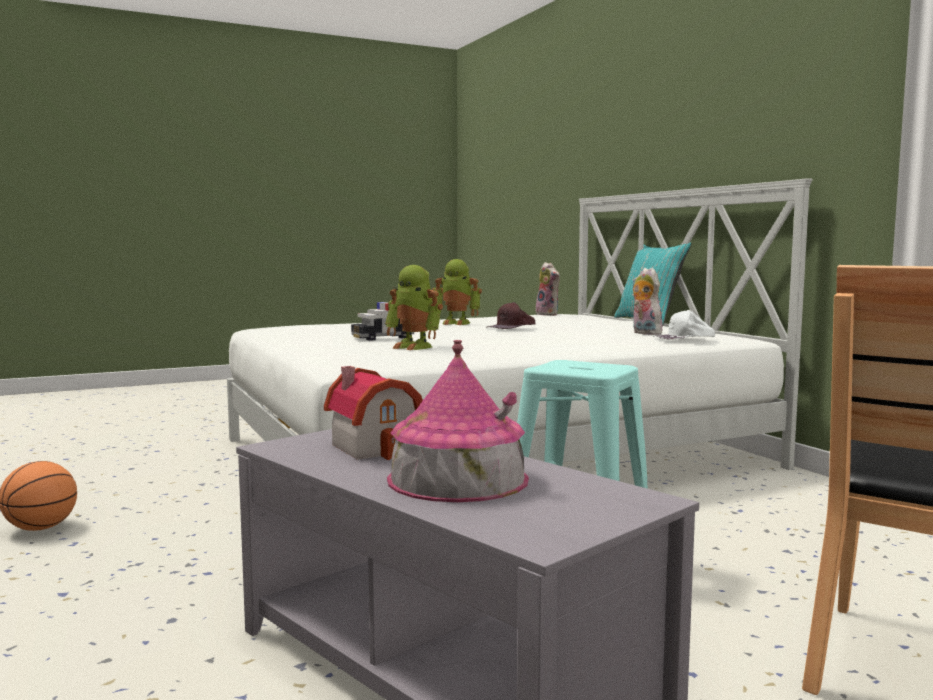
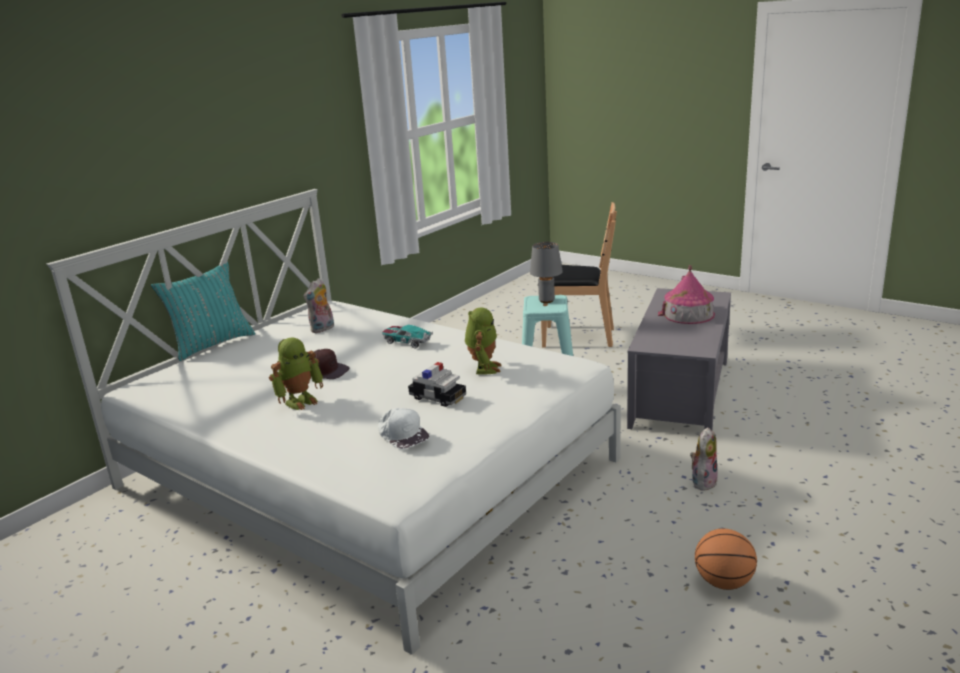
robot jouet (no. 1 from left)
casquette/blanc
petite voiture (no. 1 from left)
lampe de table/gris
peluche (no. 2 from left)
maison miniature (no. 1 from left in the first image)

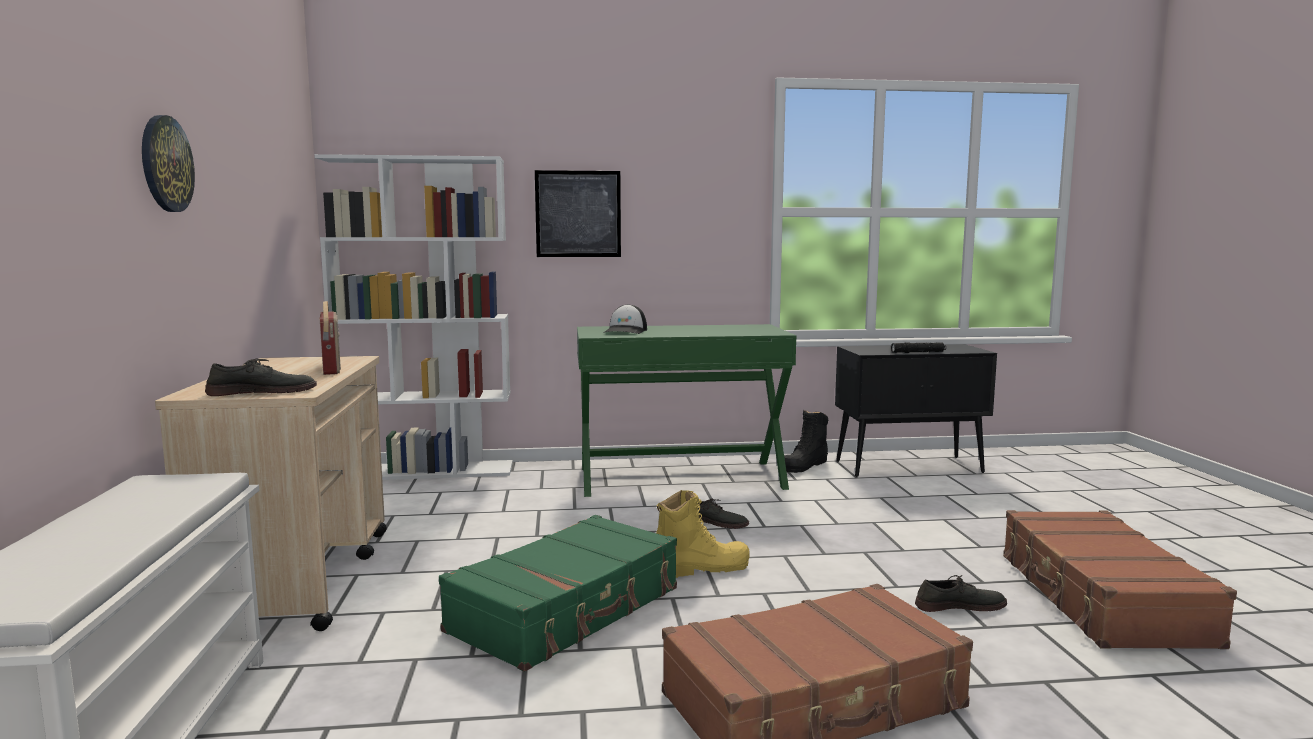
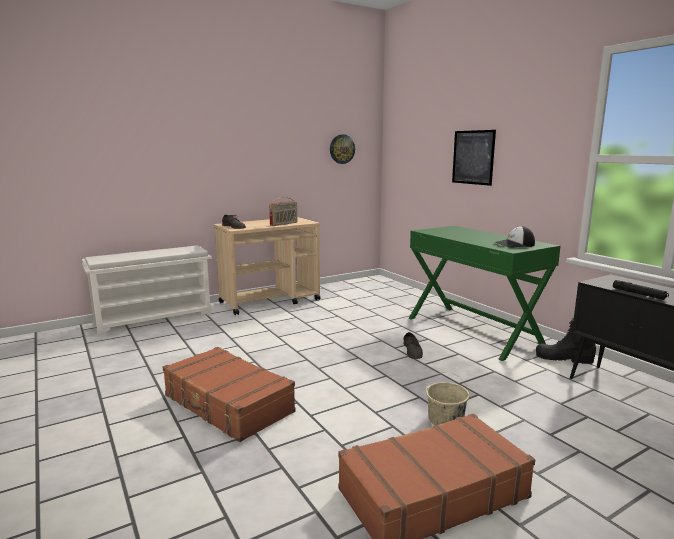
horloge murale
seau/beige
casquette
bibliothèque/blanc
valise/vert
botte/jaune
chaussure/gris (no. 3 from left in the first image)

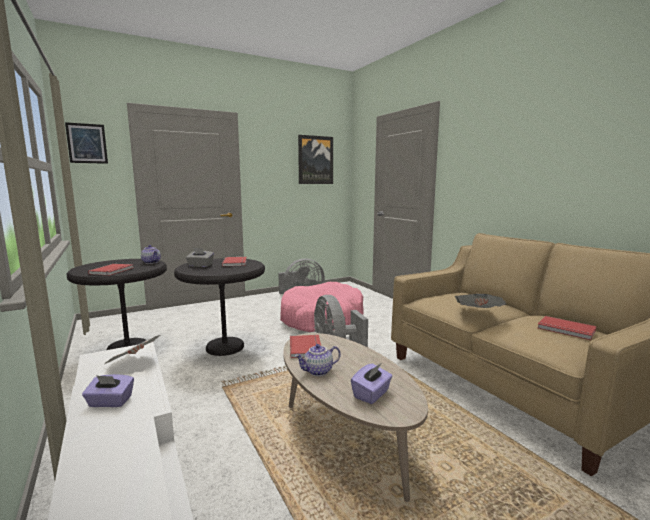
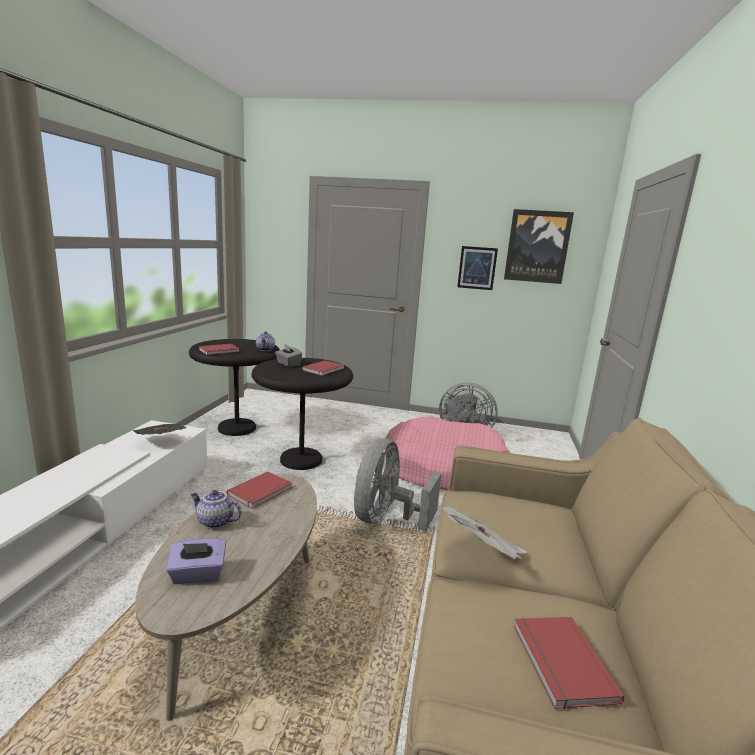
tableau (no. 1 from left)
boîte à mouchoirs/violet (no. 1 from left in the first image)

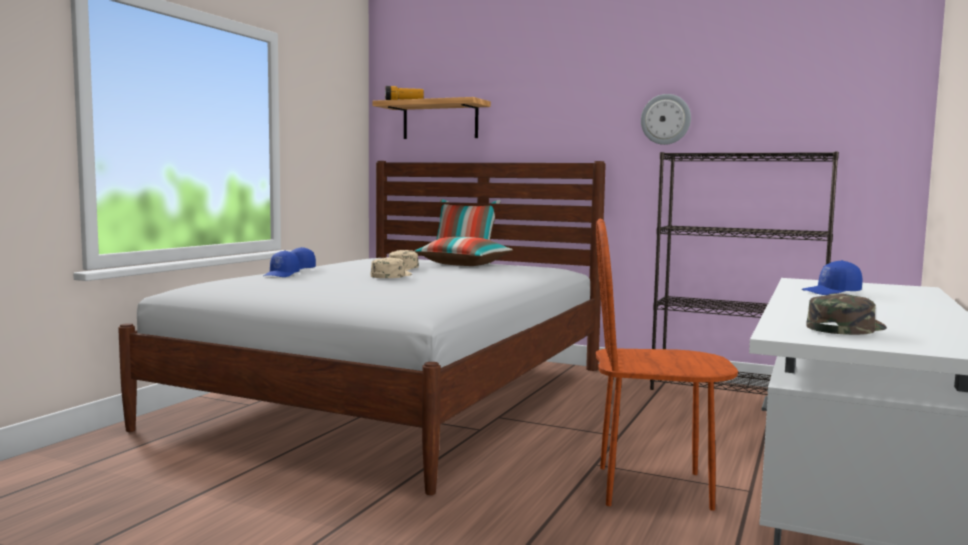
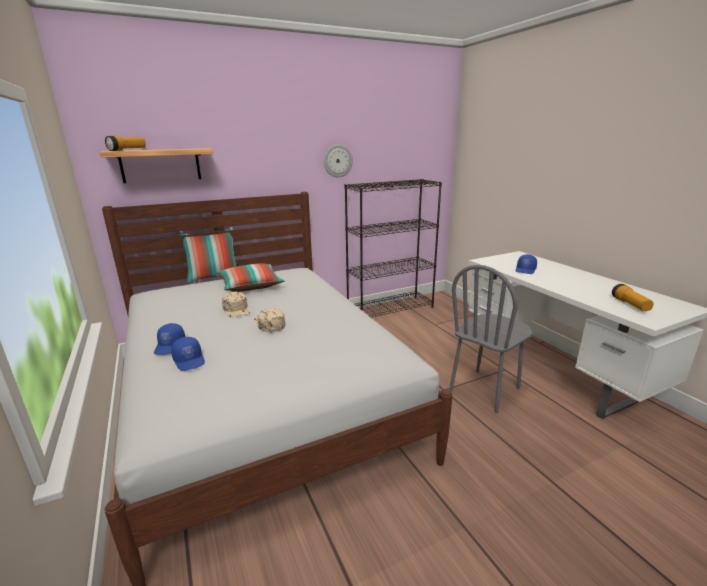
chaise/gris
lampe de poche (no. 2 from left)

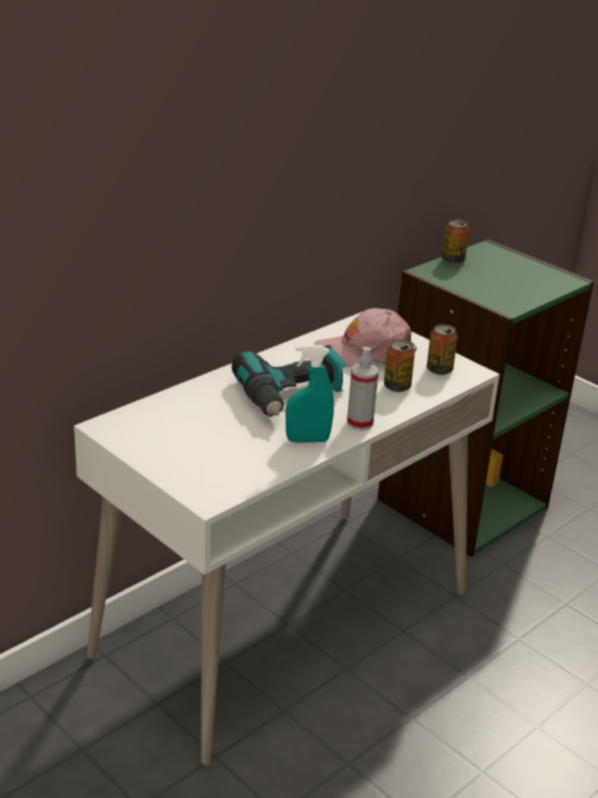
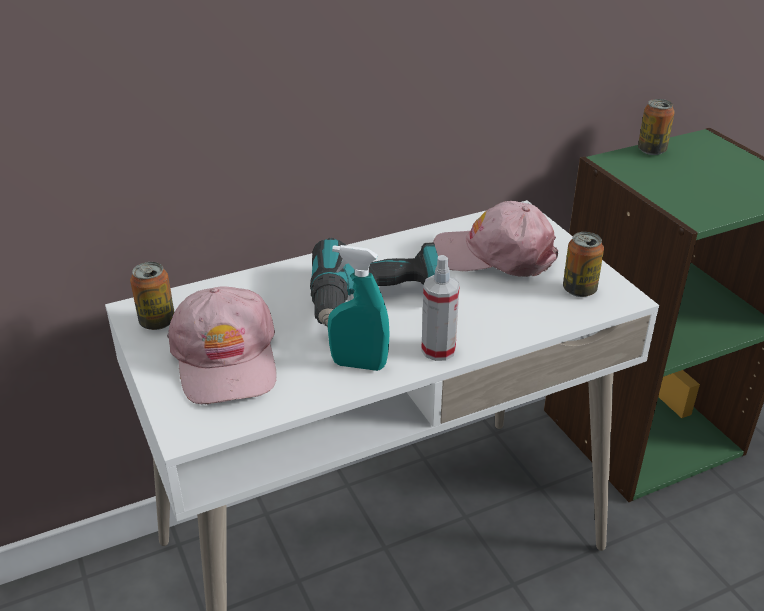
boîte métallique (no. 1 from left)
casquette/rose (no. 1 from left)

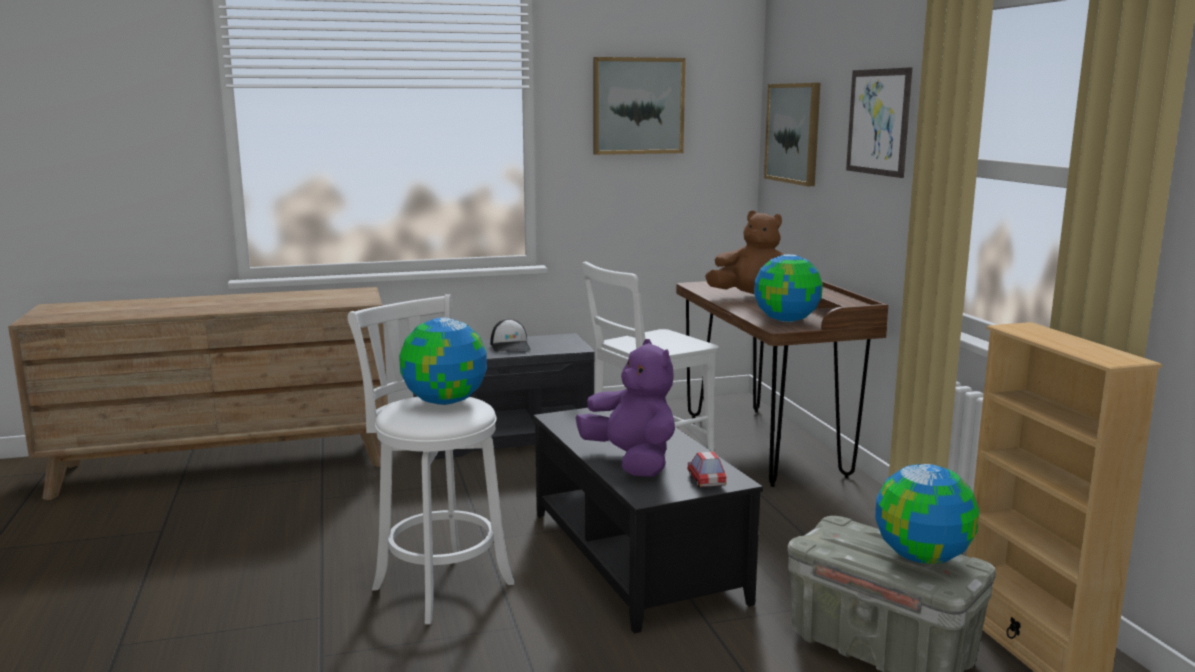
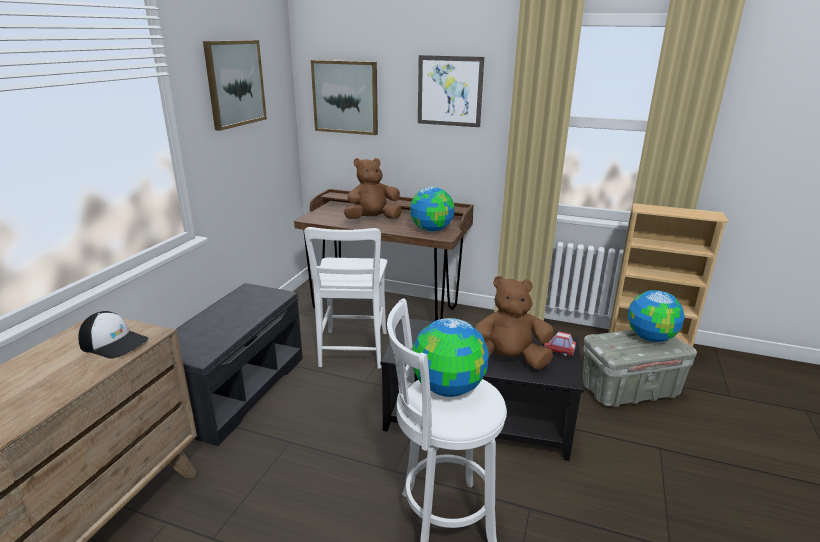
casquette
peluche/marron (no. 2 from left)

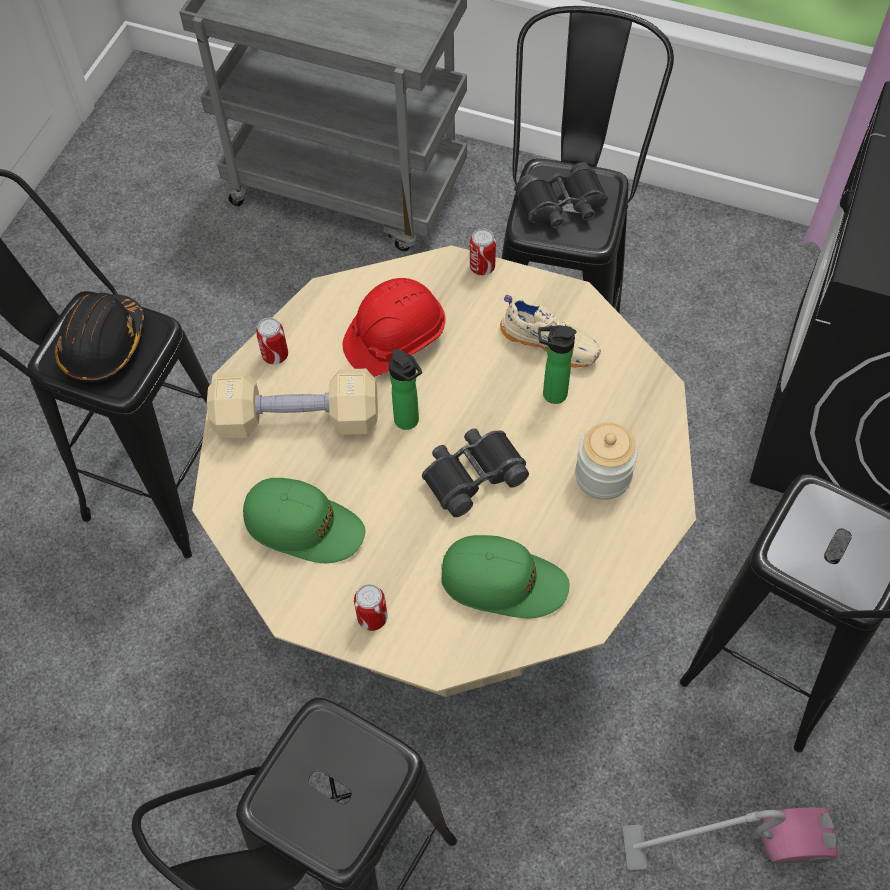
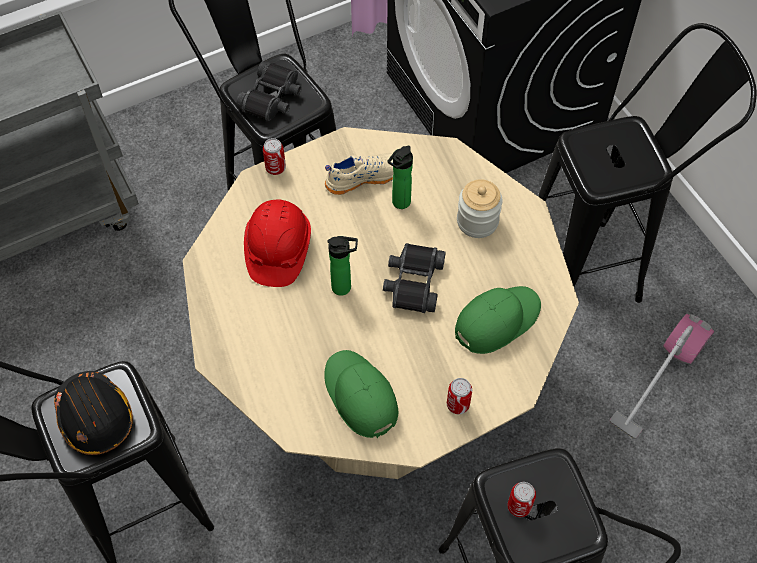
casquette/vert (no. 1 from left)
boîte métallique (no. 3 from left)
haltère/beige

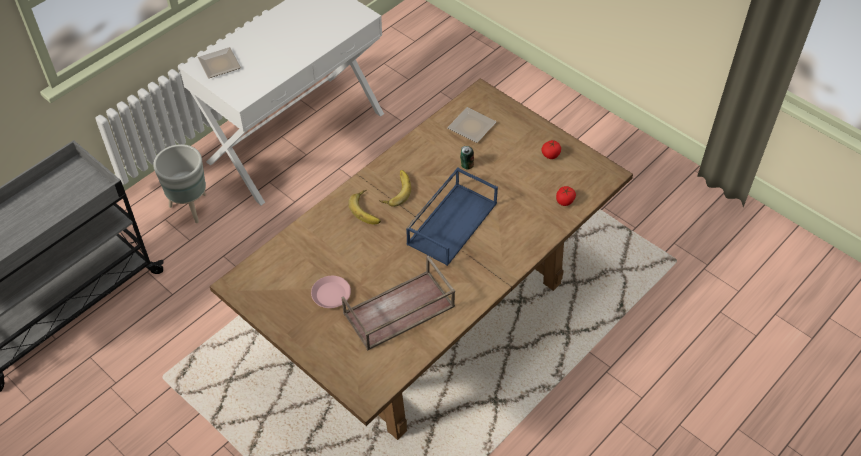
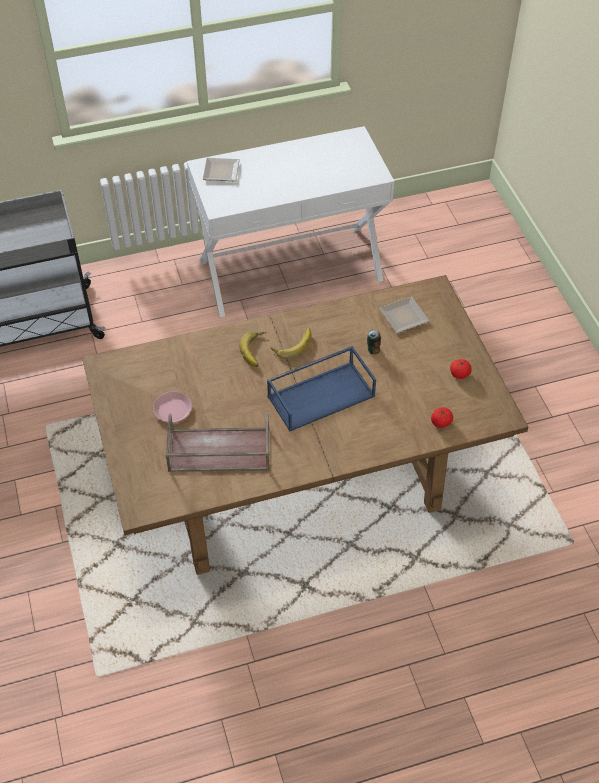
cache-pot/gris

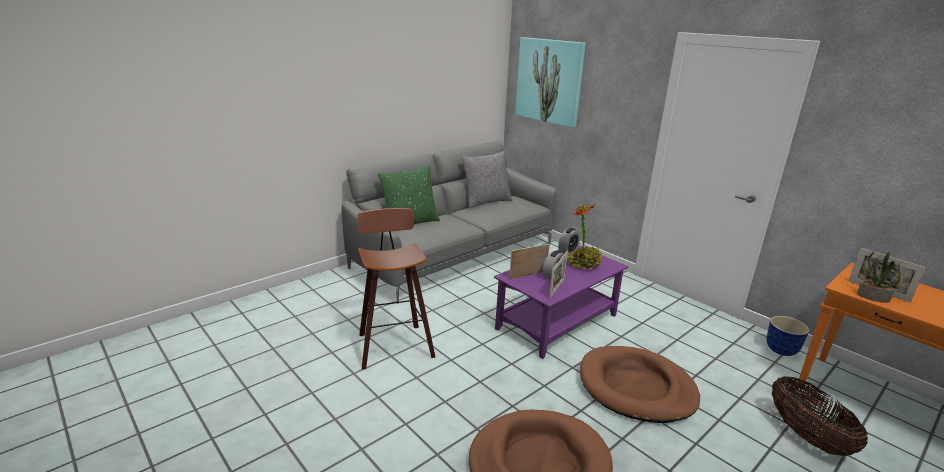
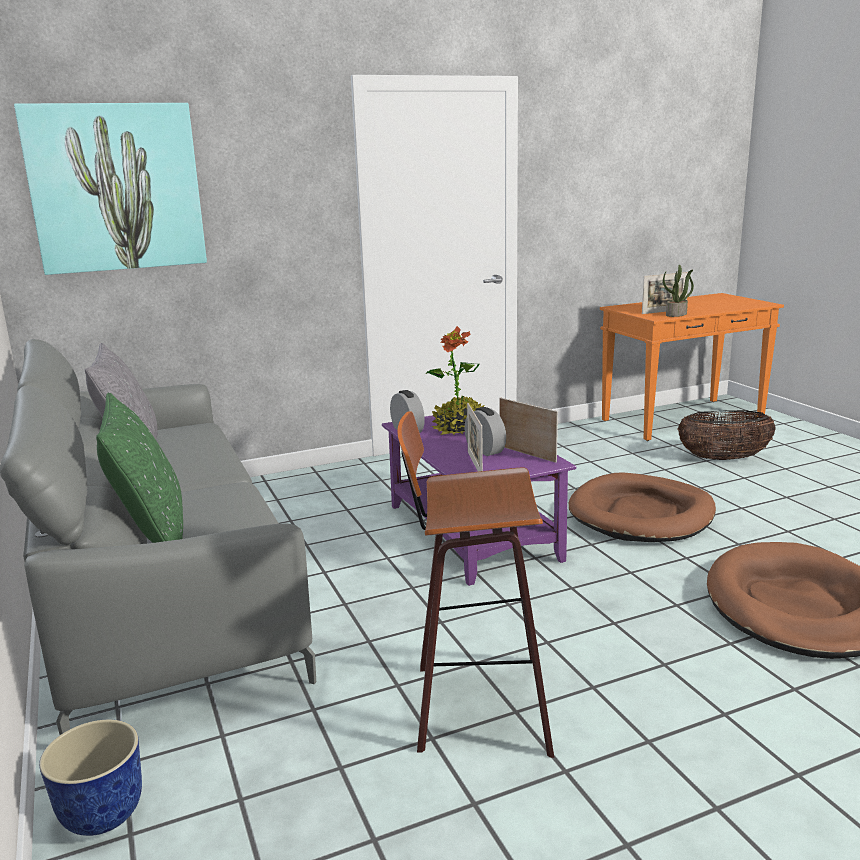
cache-pot

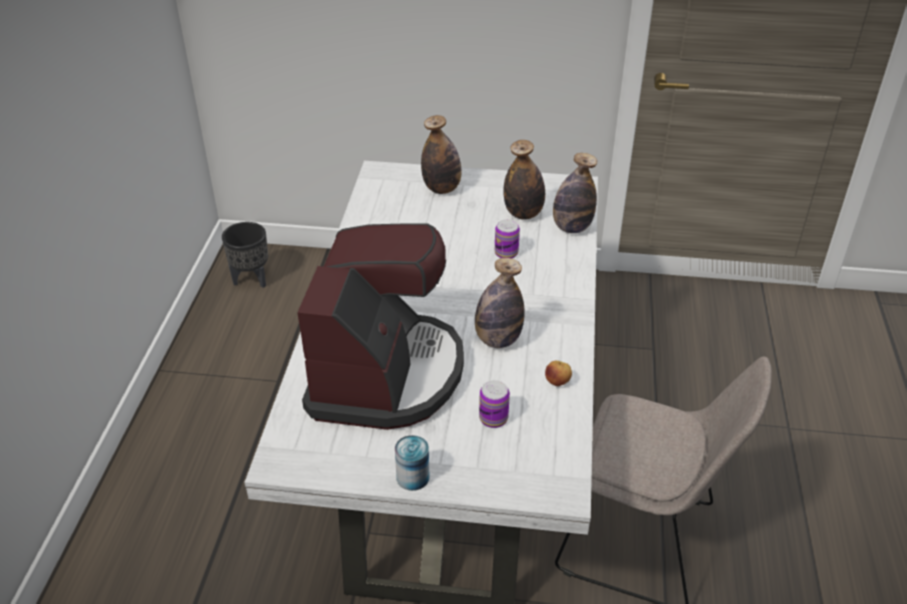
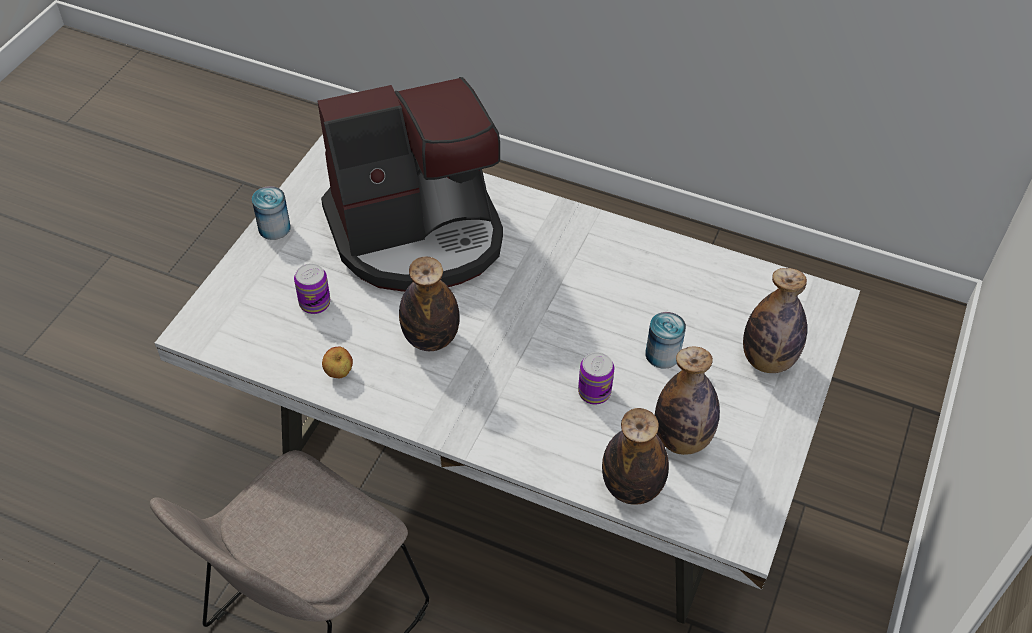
machine à café
boîte métallique (no. 4 from left)
cache-pot/noir

